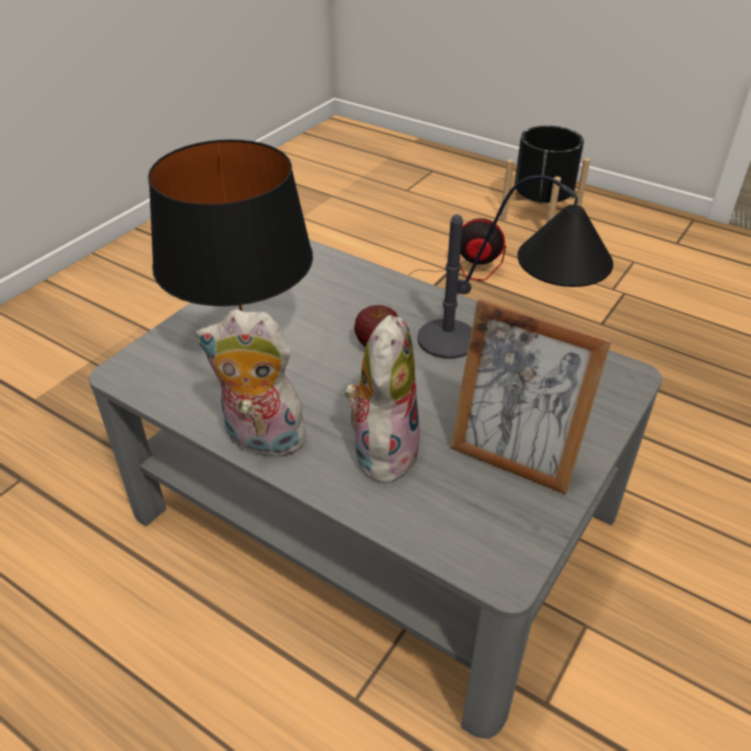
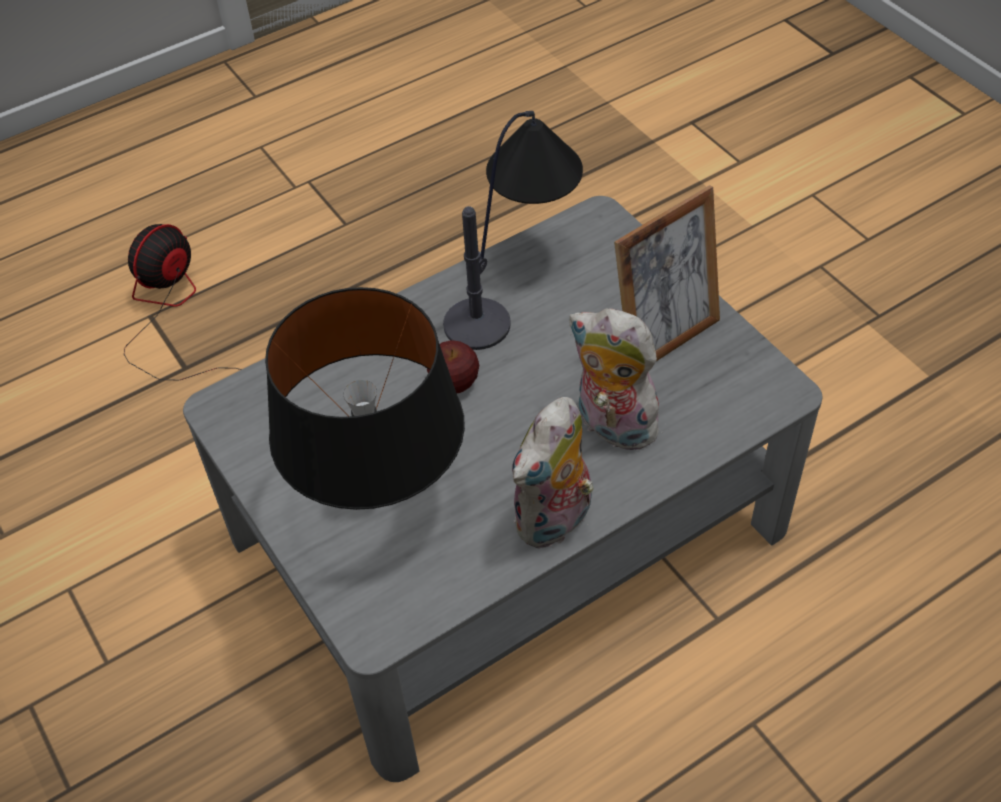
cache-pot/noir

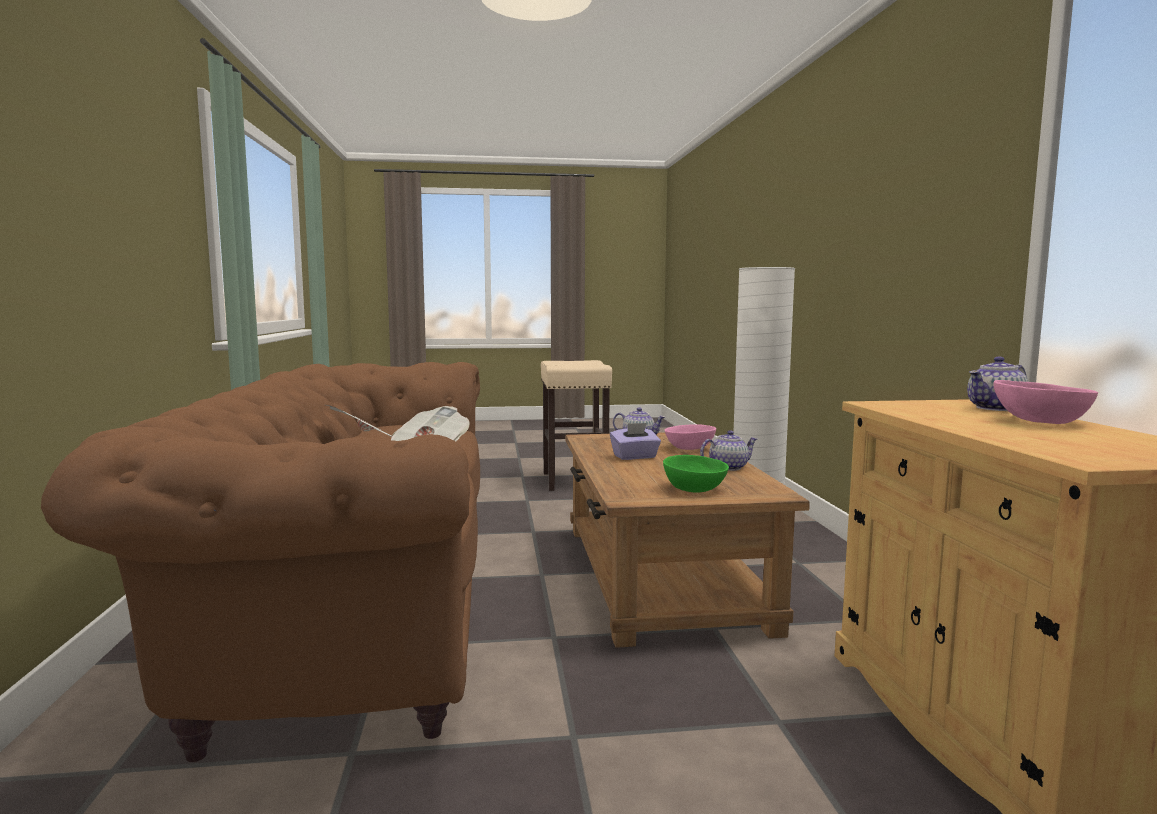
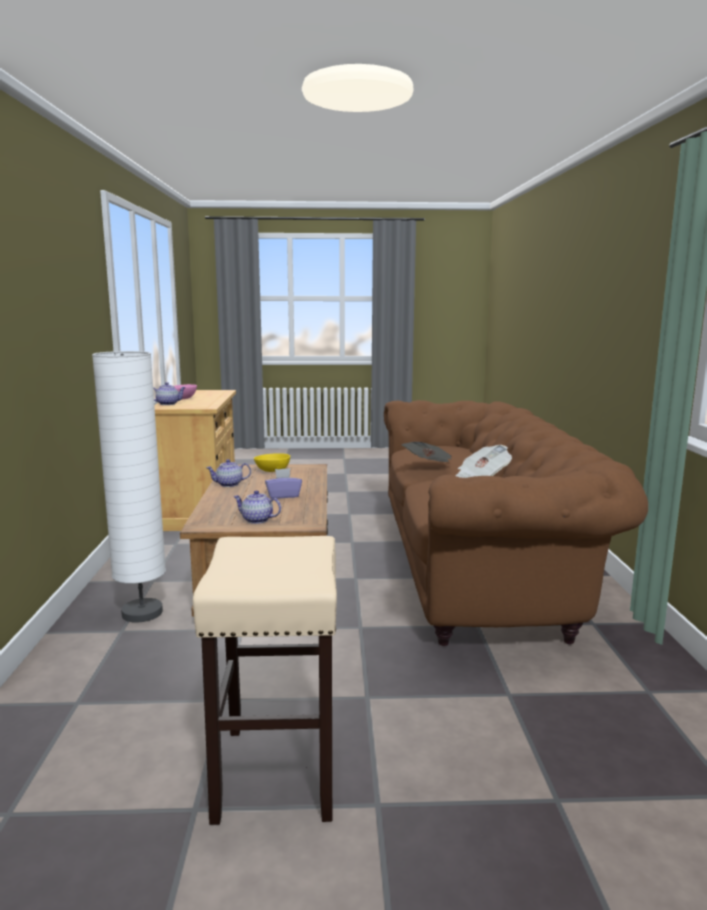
bol/jaune
bol/rose (no. 1 from left in the first image)

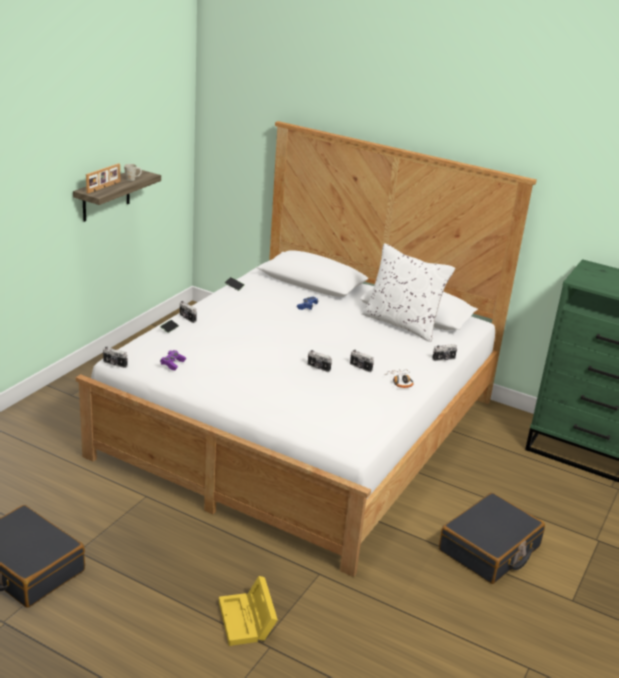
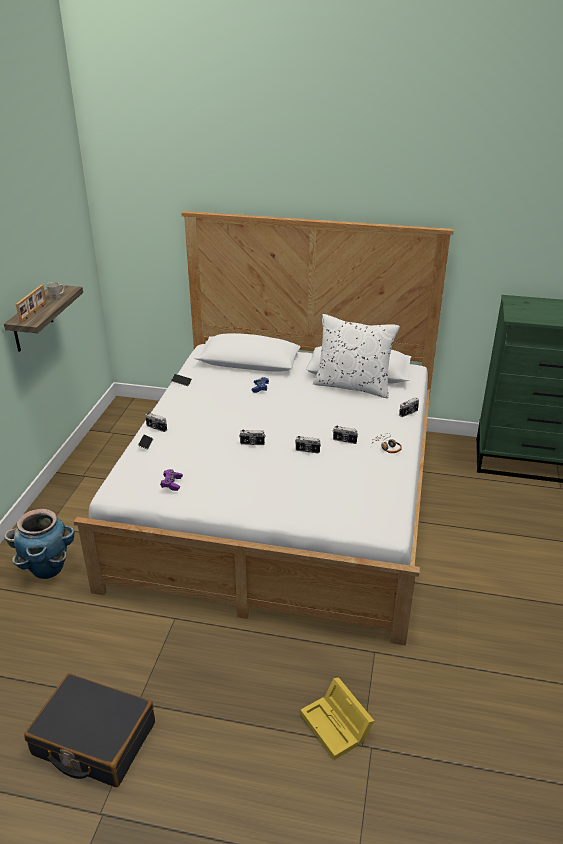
cache-pot
appareil photo (no. 2 from left)
valise/noir (no. 2 from left in the first image)

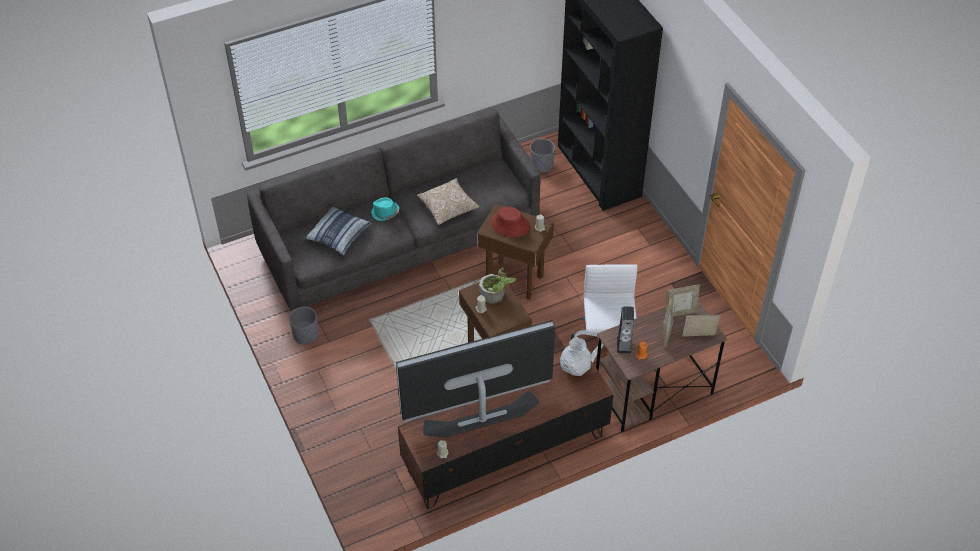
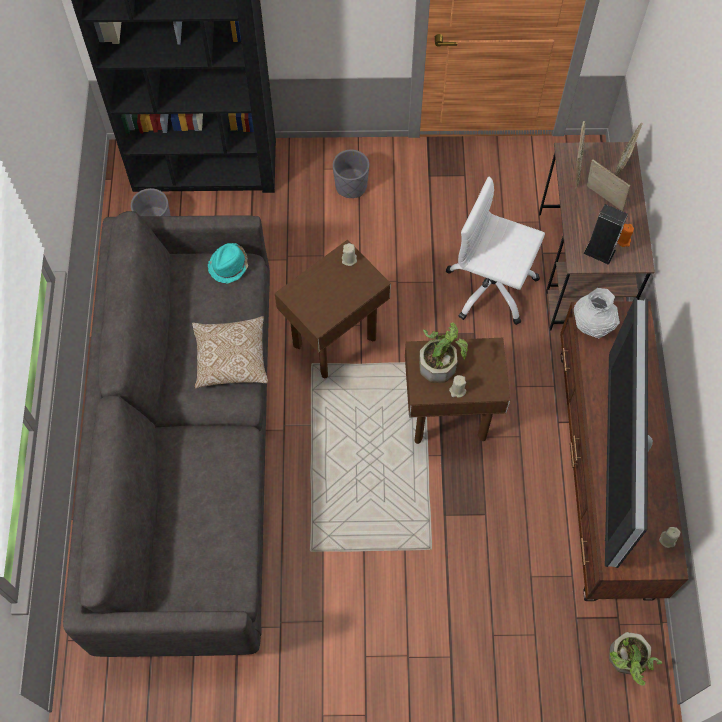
chapeau/turquoise
cache-pot/gris (no. 2 from left)
plante en pot (no. 2 from left)
coussin (no. 1 from left in the first image)
chapeau/rouge

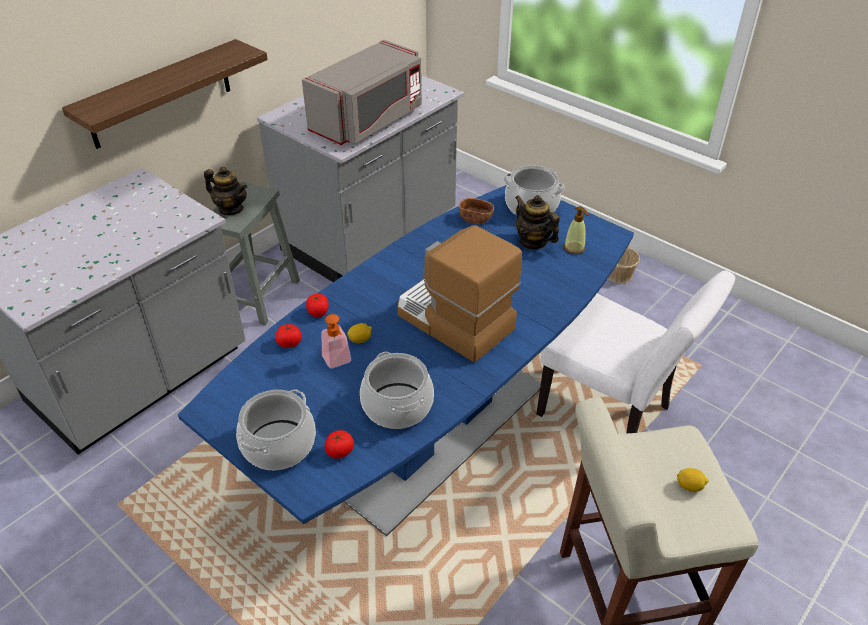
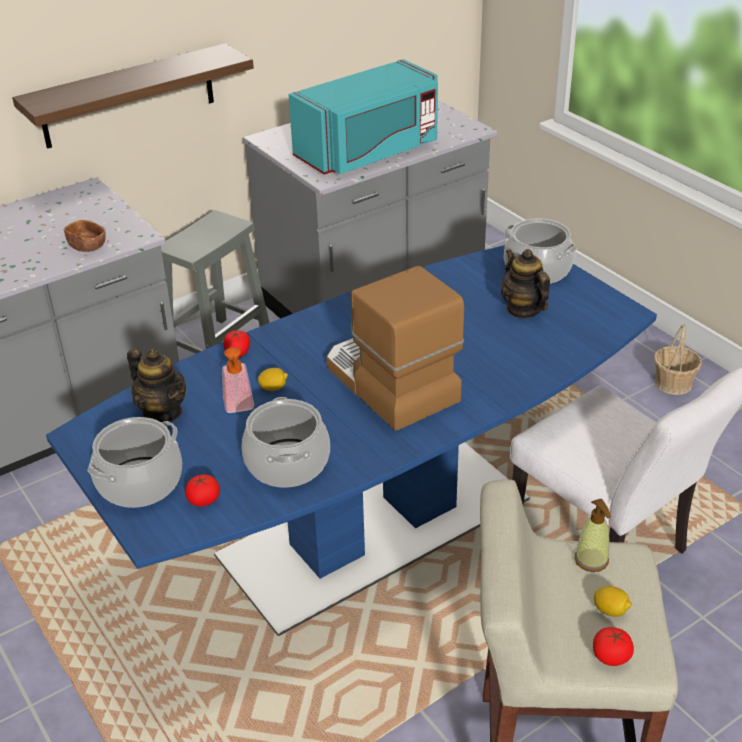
bol/marron
théière (no. 1 from left)
micro-ondes/turquoise
distributeur de savon (no. 2 from left)
tomate (no. 3 from left)

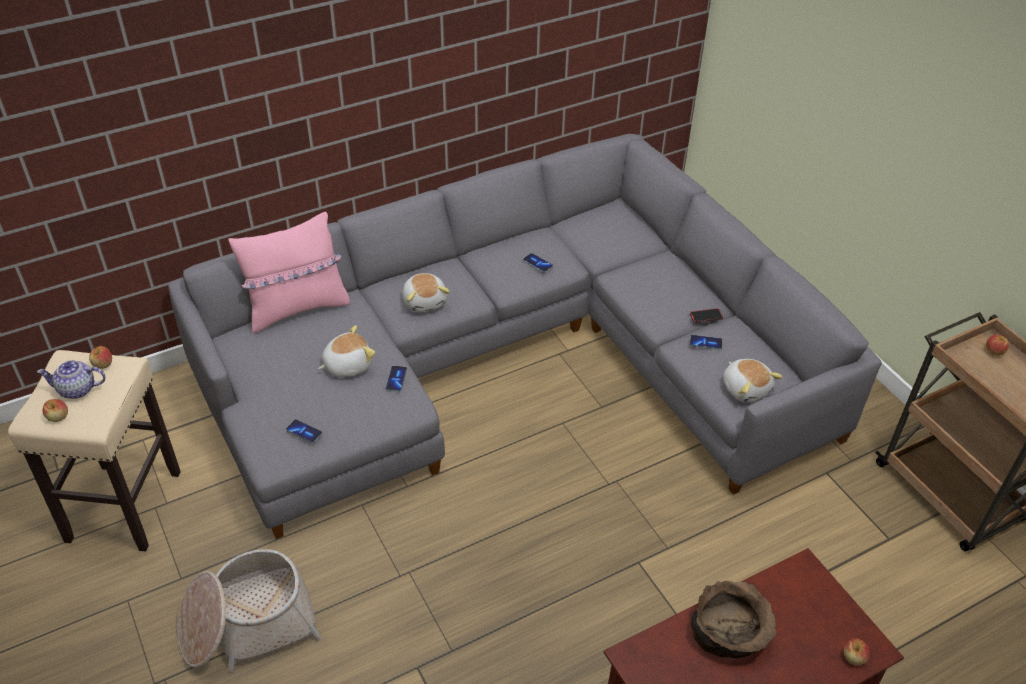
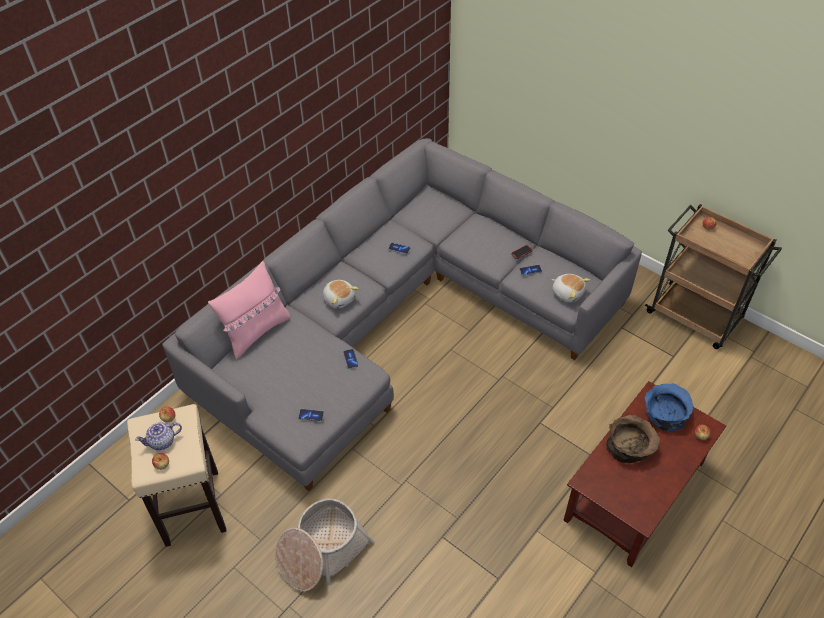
bol/bleu
peluche (no. 1 from left in the first image)

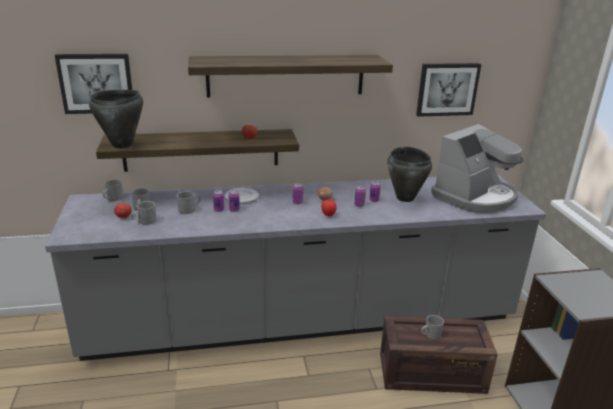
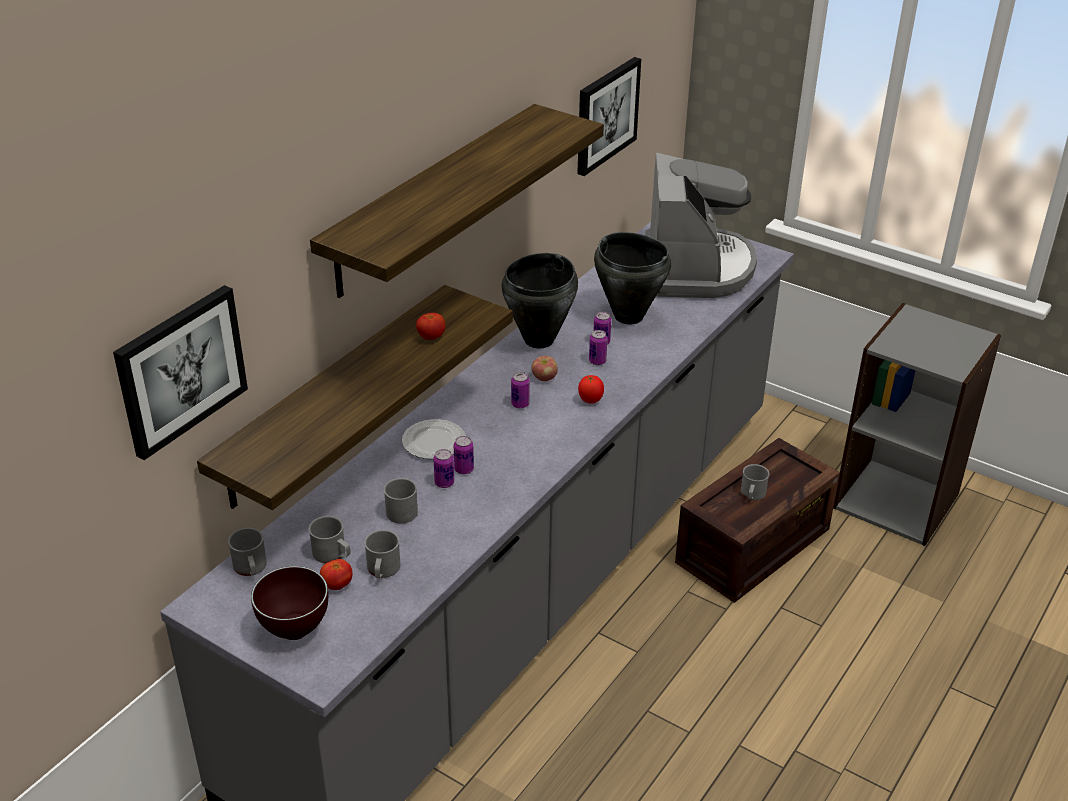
bol/marron
marmite/noir (no. 1 from left)

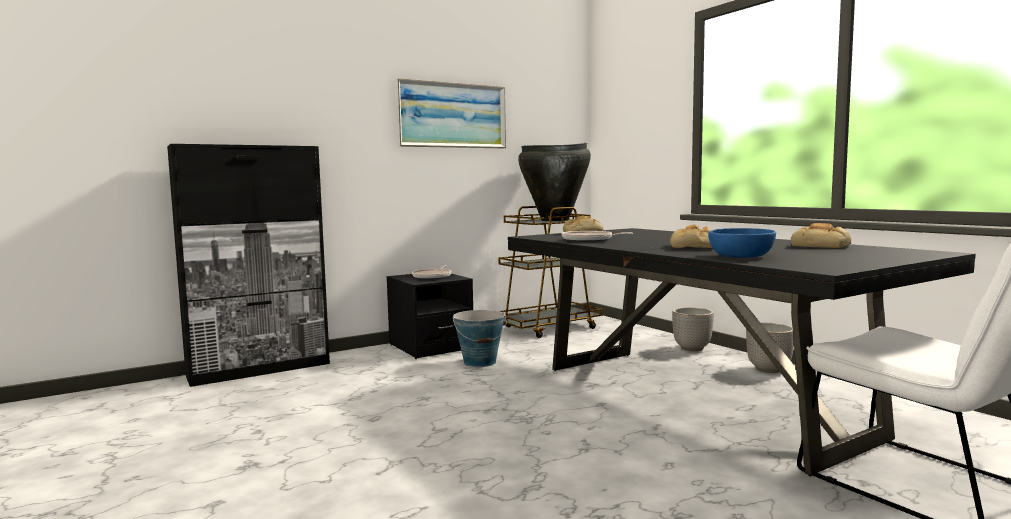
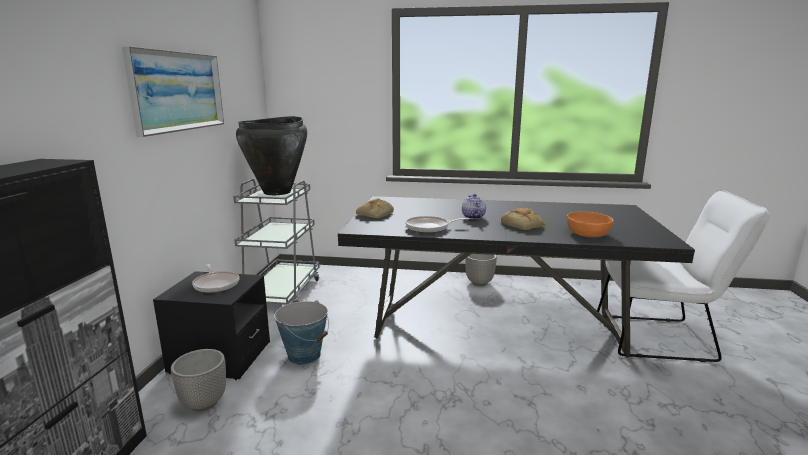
cache-pot (no. 1 from left)
chariot/gris
théière
bol/orange
pain (no. 3 from left in the first image)

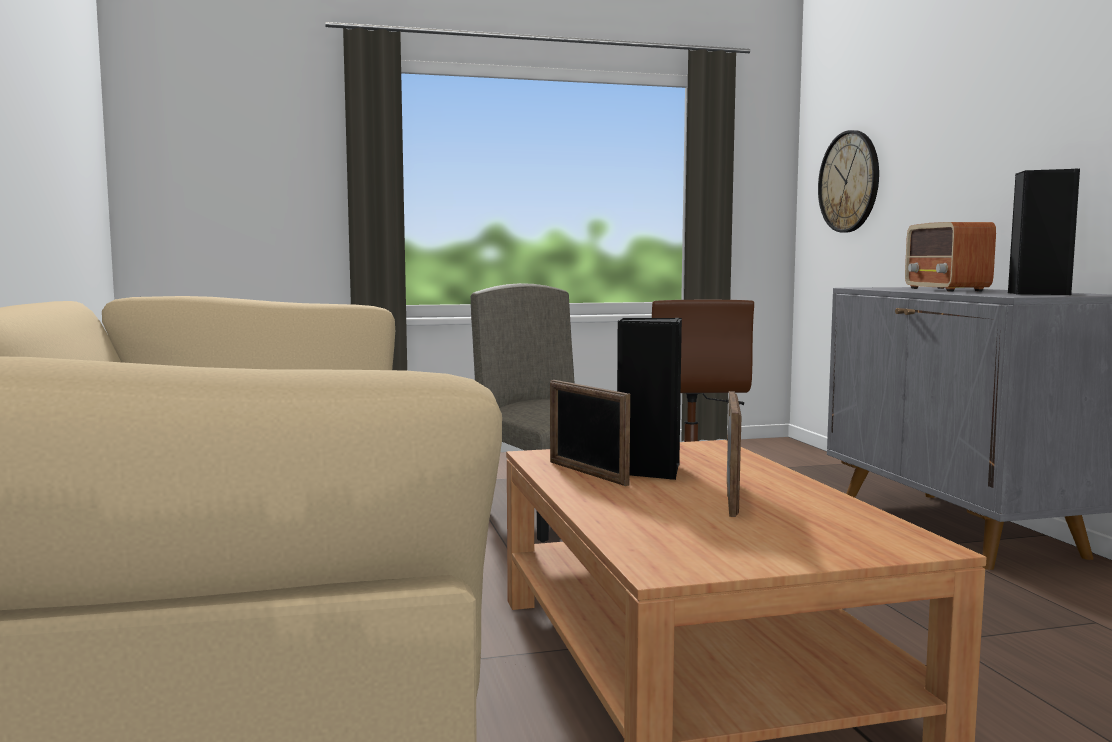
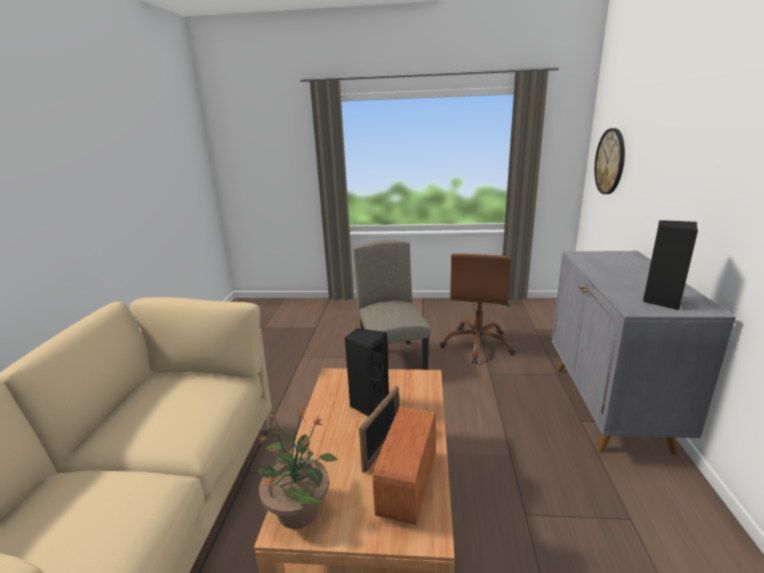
plante en pot
radio
cadre photo (no. 1 from left in the first image)

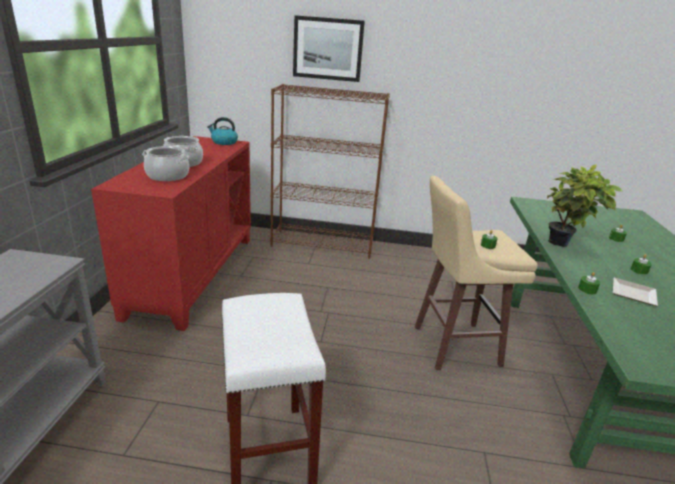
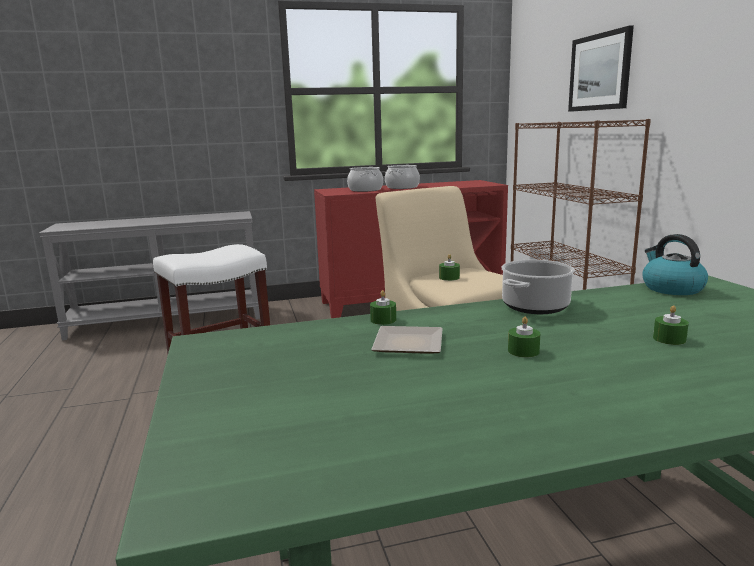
marmite (no. 3 from left)
bouilloire

